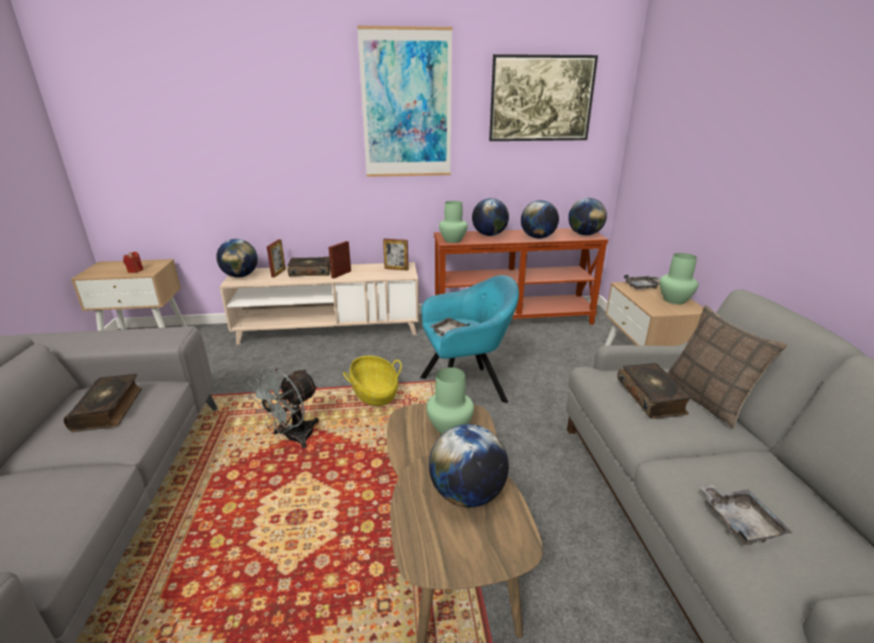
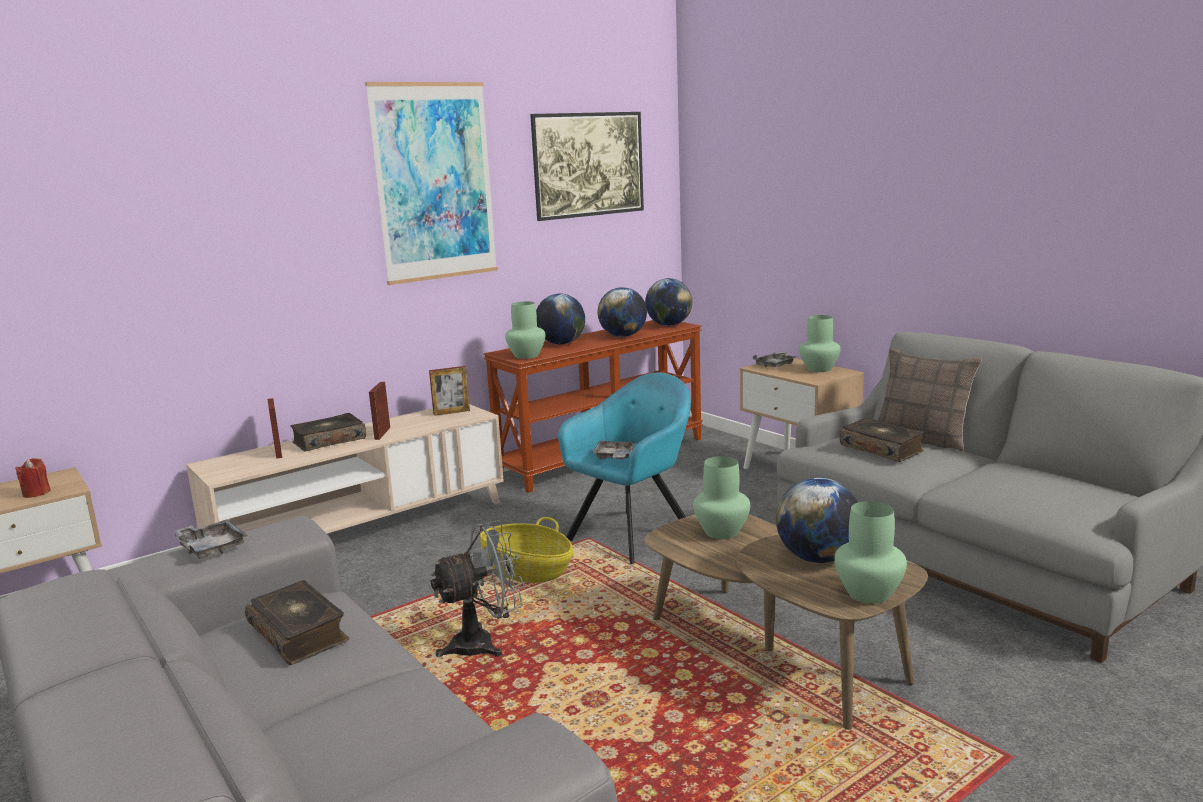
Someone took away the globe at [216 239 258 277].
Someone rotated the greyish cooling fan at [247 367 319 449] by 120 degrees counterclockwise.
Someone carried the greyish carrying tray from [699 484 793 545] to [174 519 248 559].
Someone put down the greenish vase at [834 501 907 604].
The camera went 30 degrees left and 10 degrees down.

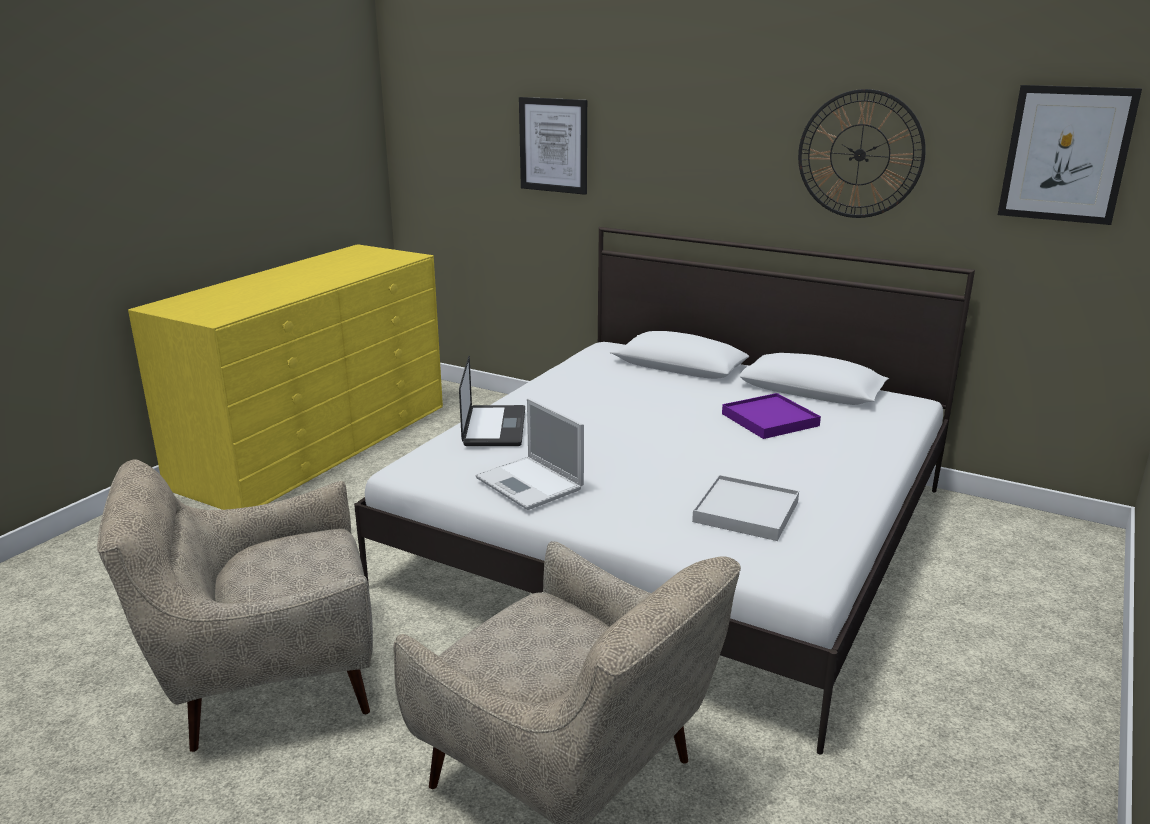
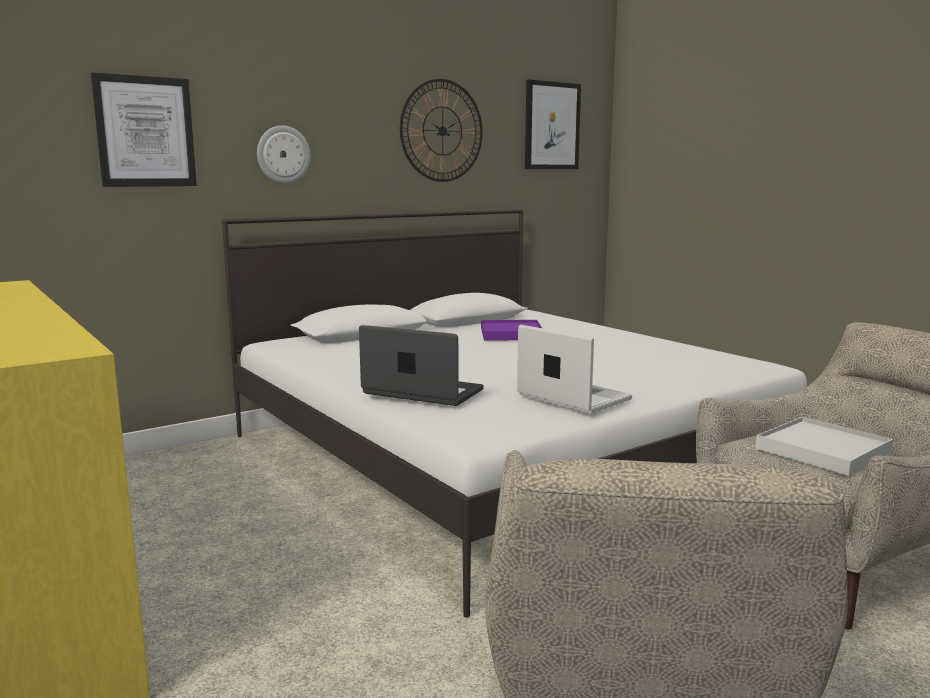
Someone rotated the laptop at [476 398 584 510] by 120 degrees counterclockwise.
Someone carried the white-coloured carrying tray from [692 475 799 541] to [755 417 893 476].
Someone put up the clock on the wall at [257 125 310 184].
The camera went 65 degrees left and 10 degrees down.

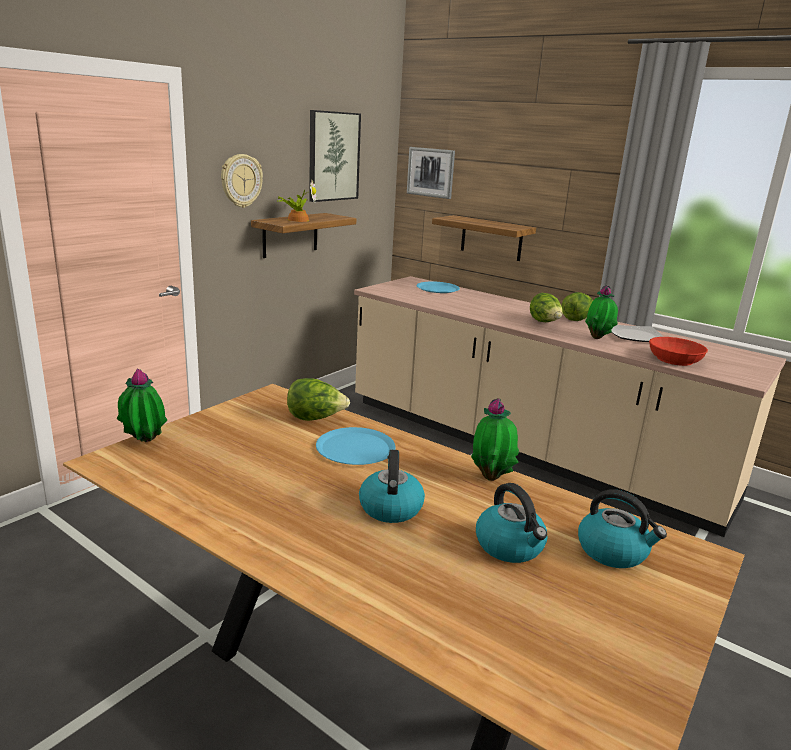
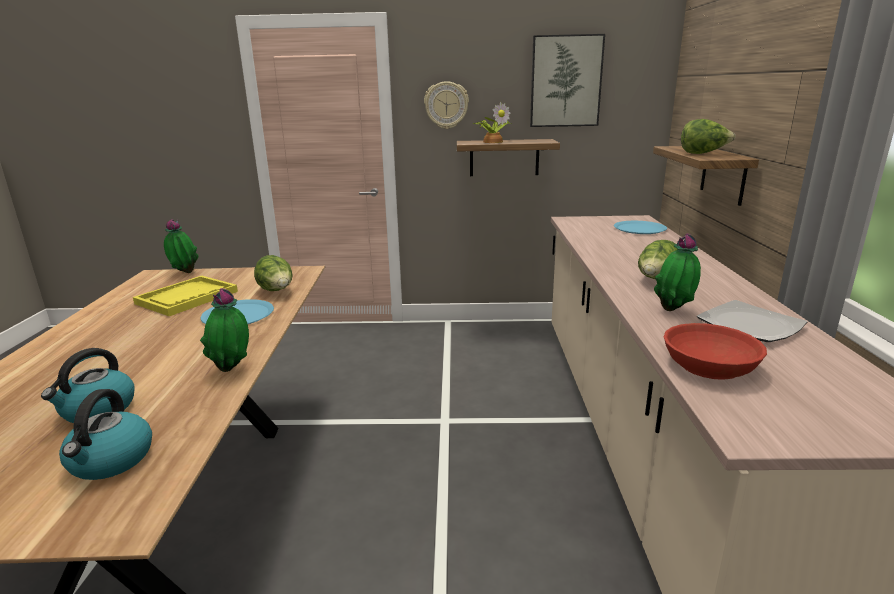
Someone took away the wall picture at [407 147 455 199].
Someone carried the lettuce head from [562 292 593 321] to [681 119 735 154].
Someone took away the tea kettle at [359 450 425 523].
Someone put down the yellowish carrying tray at [133 276 238 316].
The camera went 55 degrees right and 0 degrees up.

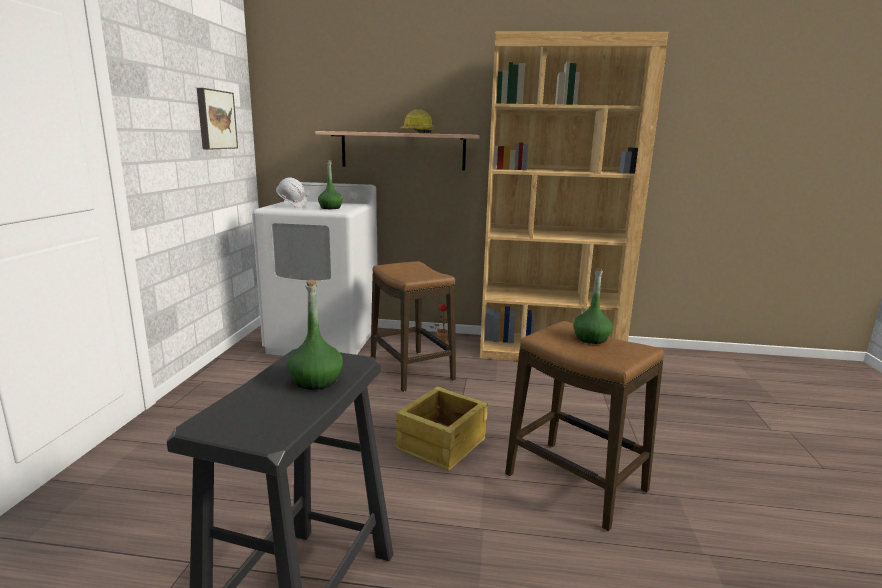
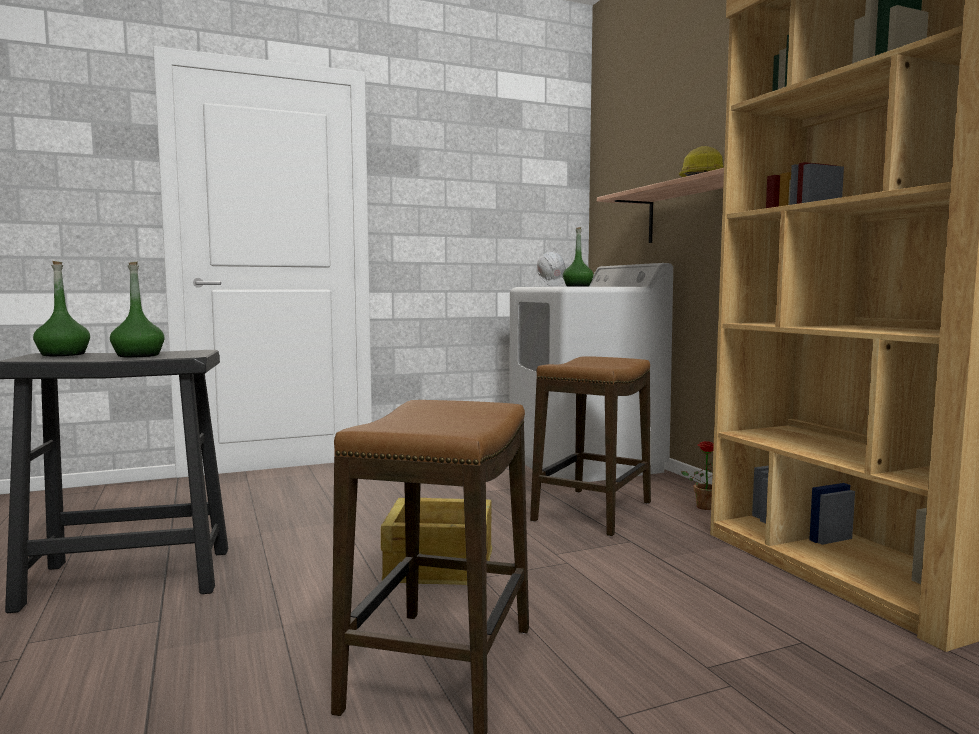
Someone took away the wall picture at [197 88 238 150].
Someone carried the greenish drink bottle from [573 268 613 344] to [33 261 90 356].
The camera went 60 degrees right and 10 degrees down.

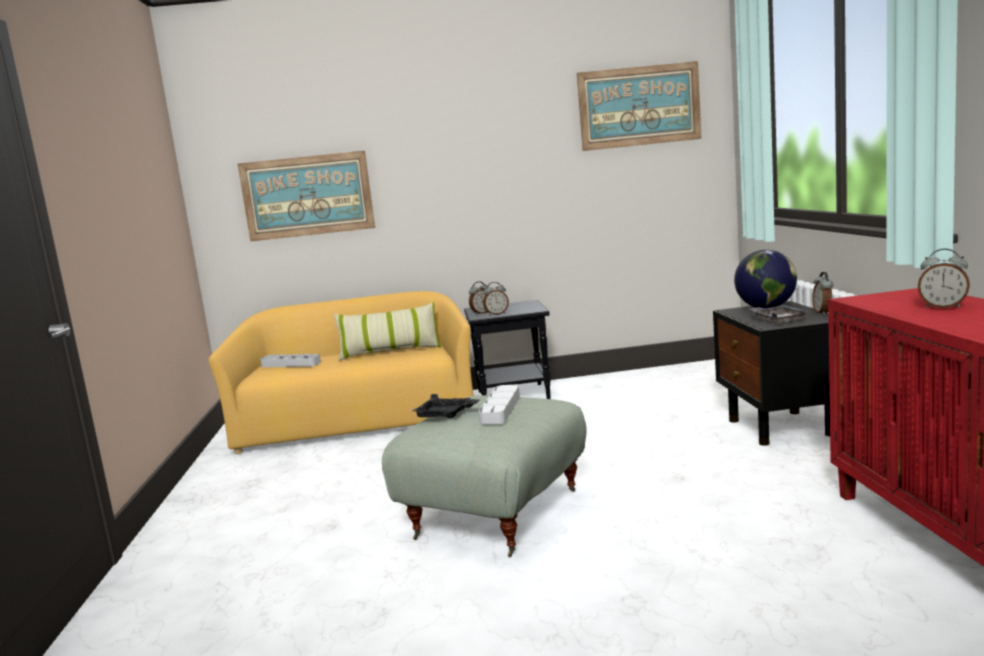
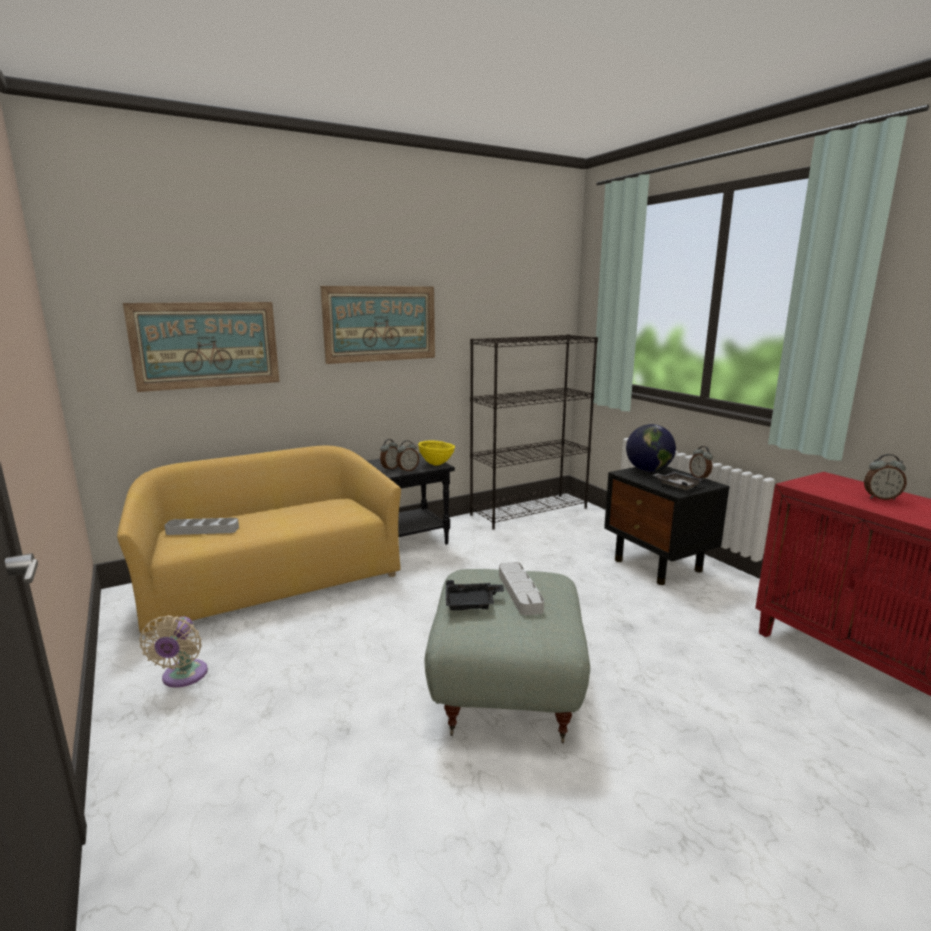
Someone carried the wall picture from [577 61 702 151] to [320 286 435 364].
Someone took away the throw pillow at [334 302 441 361].
Someone put down the blackish shelving unit at [470 334 598 530].
Someone put down the yellowish bowl at [418 440 455 466].
Someone put down the beige-coloured cooling fan at [139 615 208 688].
The camera went 25 degrees left and 5 degrees up.

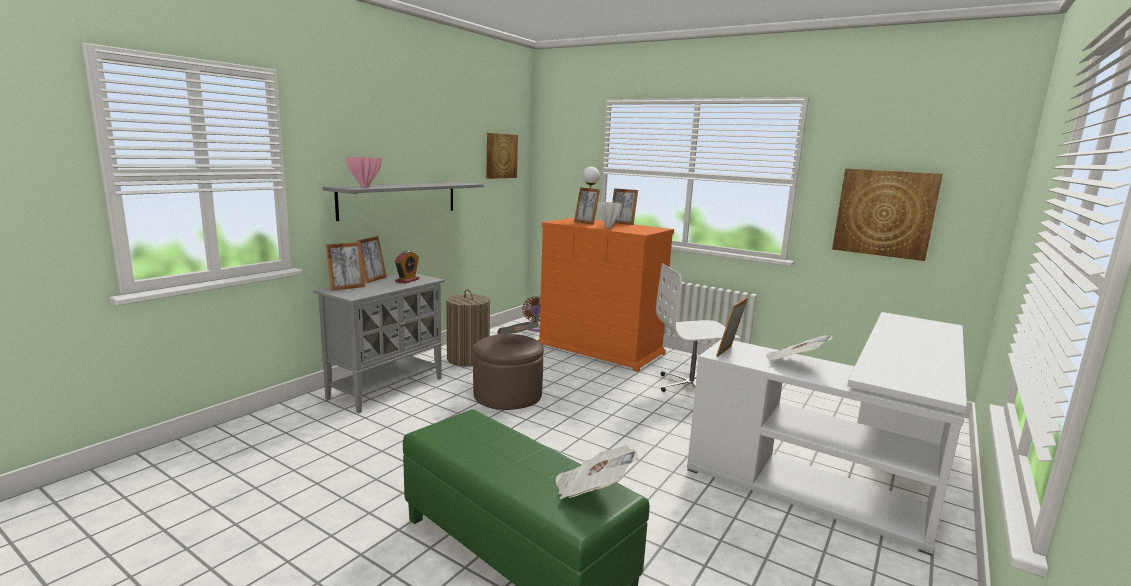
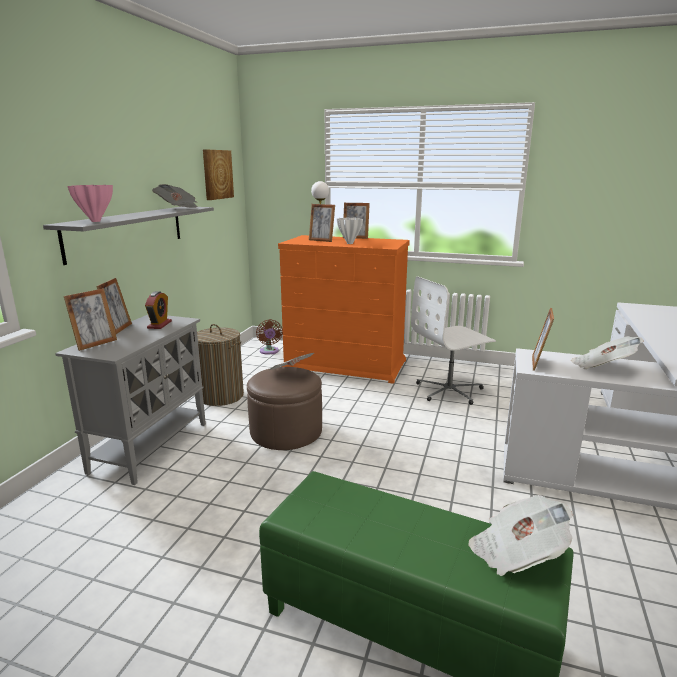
Someone took away the wall picture at [832 168 943 261].
Someone put down the newspaper at [152 184 198 208].
The camera went 15 degrees left and 5 degrees up.

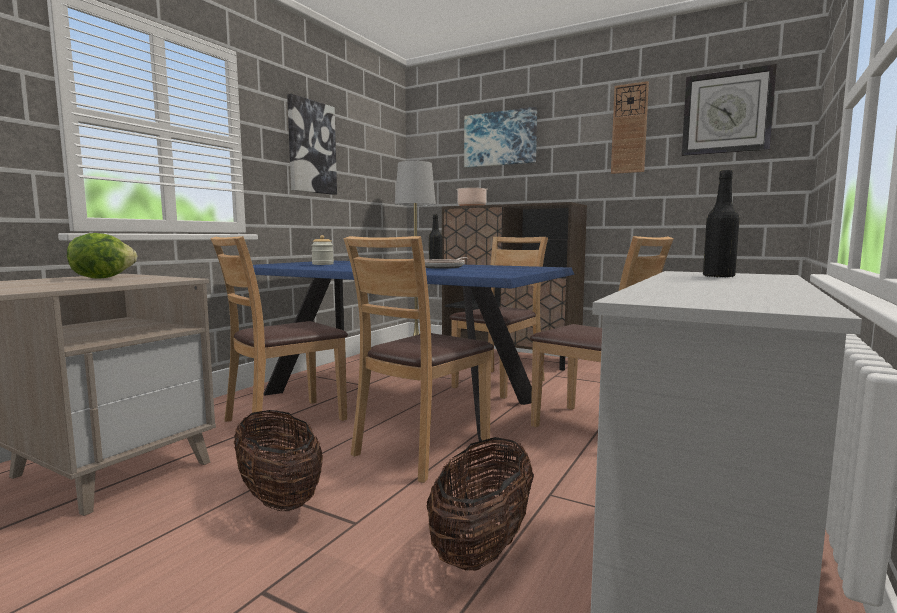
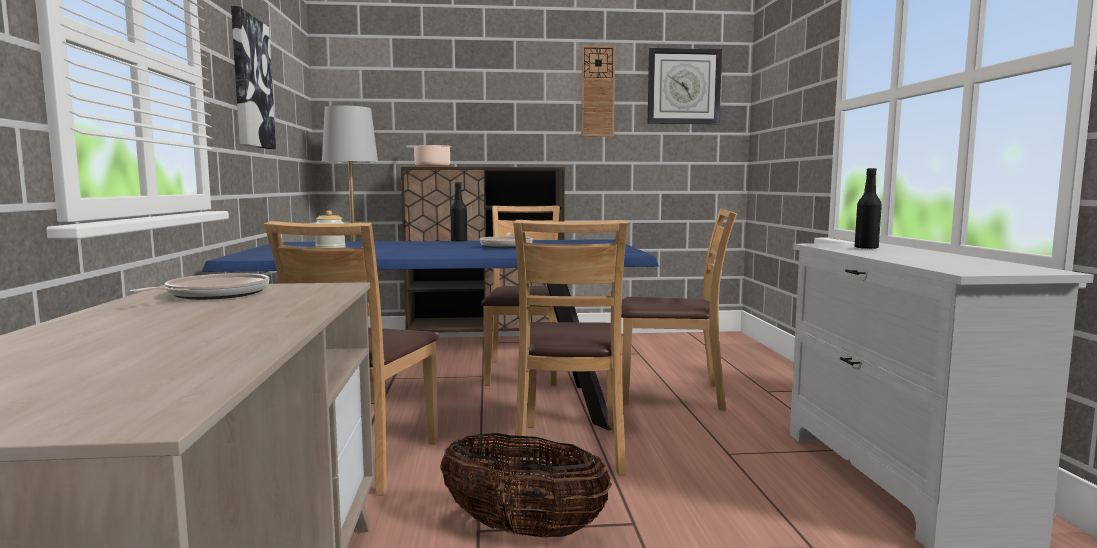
Someone took away the wall picture at [464 107 537 168].
Someone swapped the lettuce head at [67 233 137 279] for the pan at [130 273 269 300].
Someone took away the household basket at [427 437 534 571].
The camera went 35 degrees left and 0 degrees up.

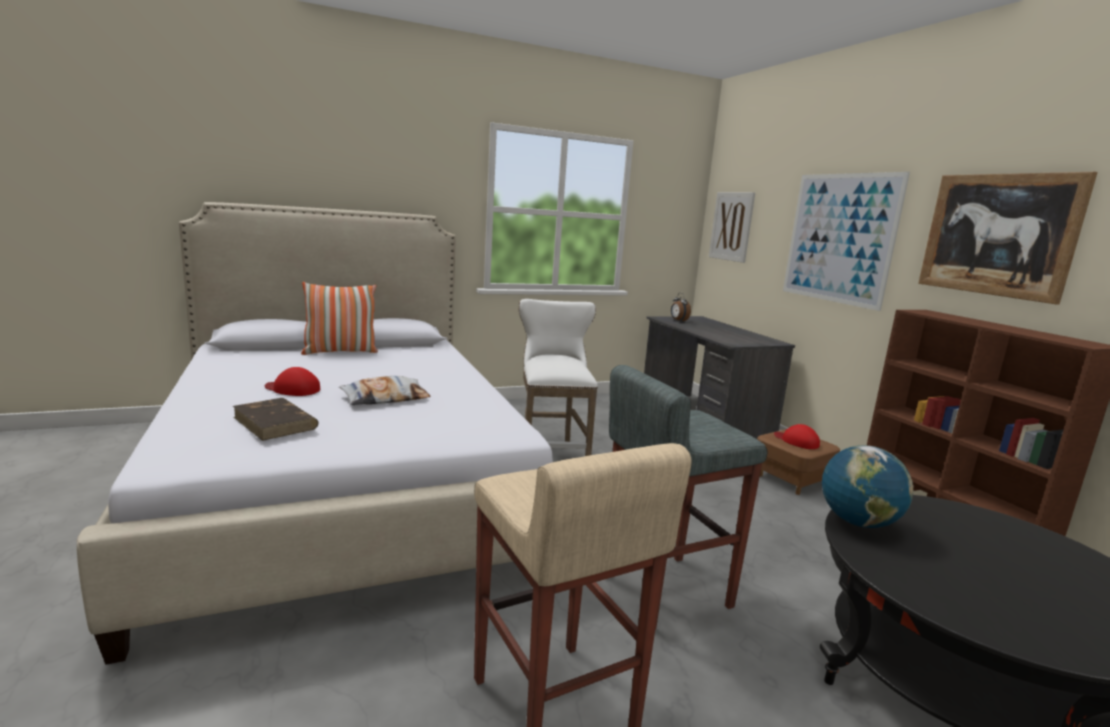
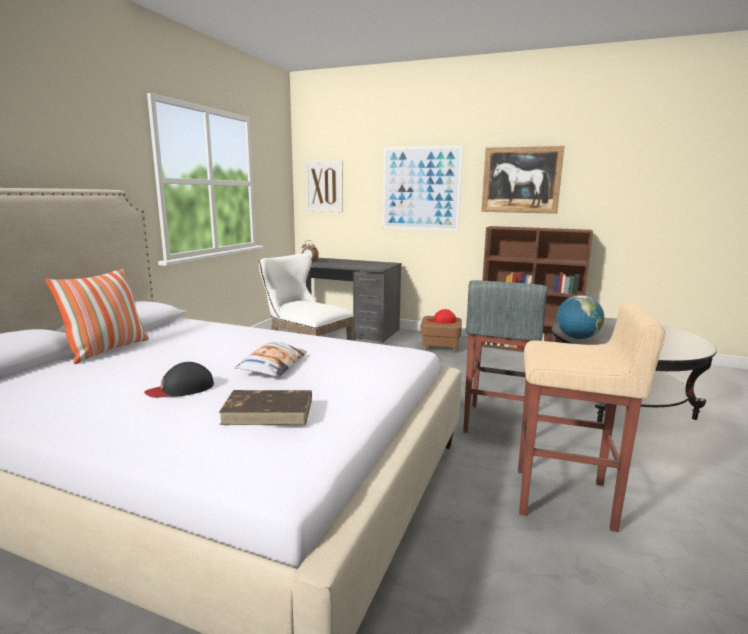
Someone repainted the red-coloured cap at [265 367 320 396], which became the blackish cap at [144 362 214 398].
The camera went 45 degrees left and 0 degrees up.

